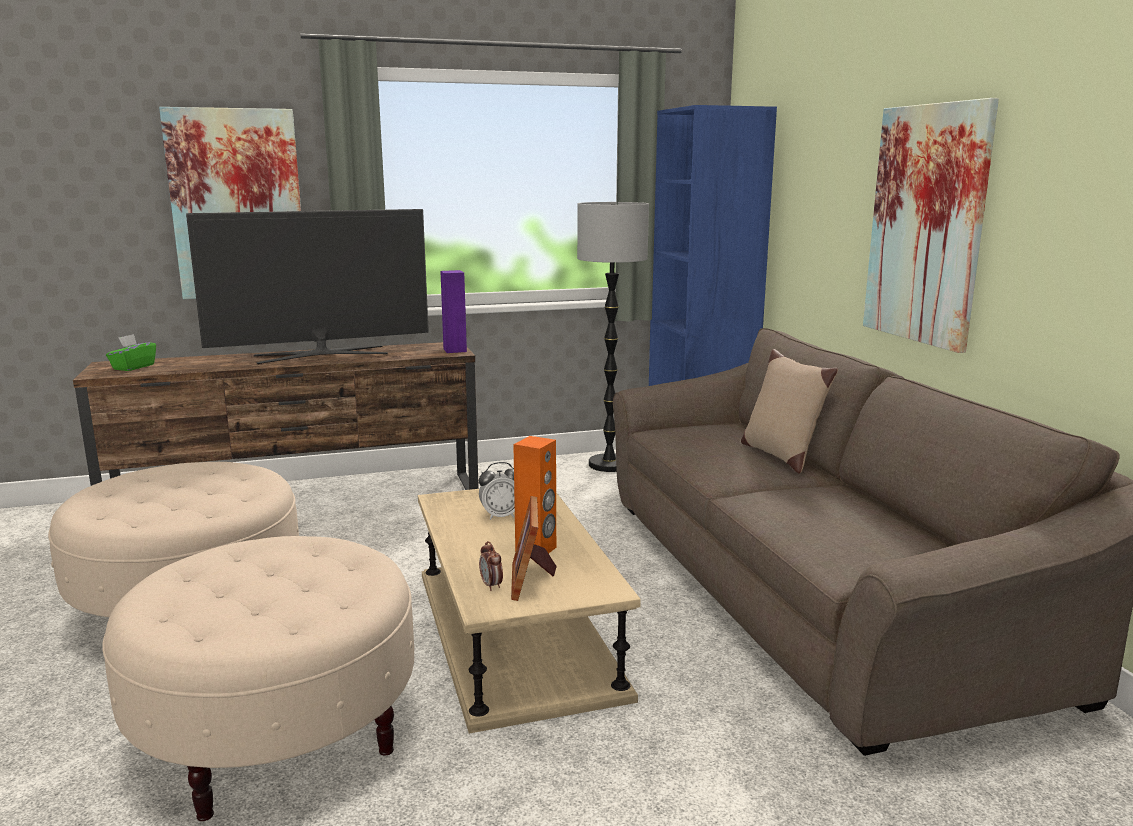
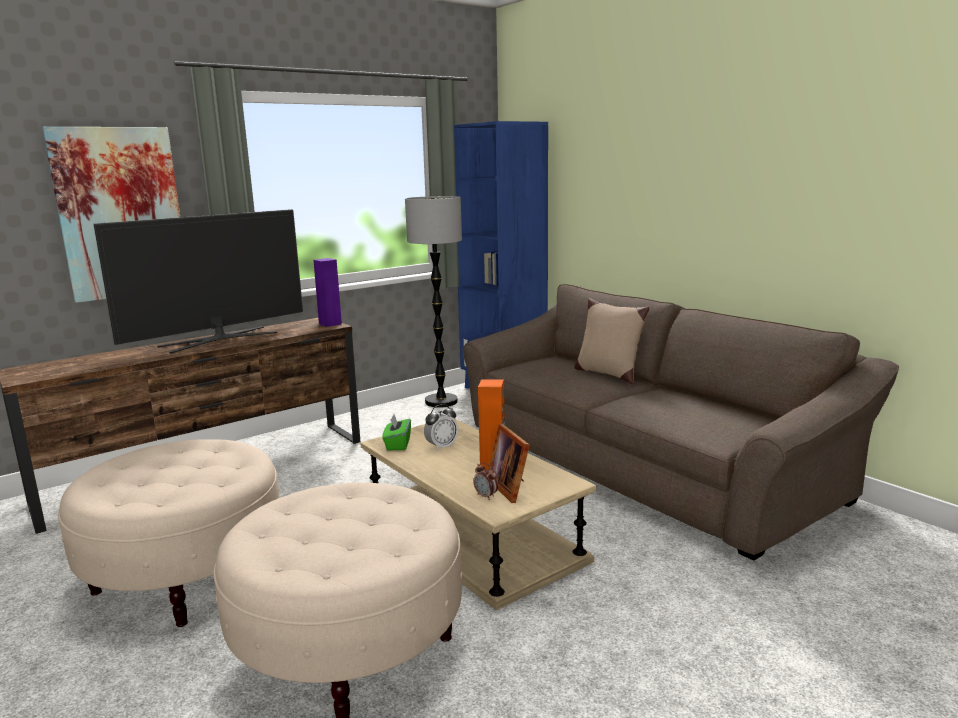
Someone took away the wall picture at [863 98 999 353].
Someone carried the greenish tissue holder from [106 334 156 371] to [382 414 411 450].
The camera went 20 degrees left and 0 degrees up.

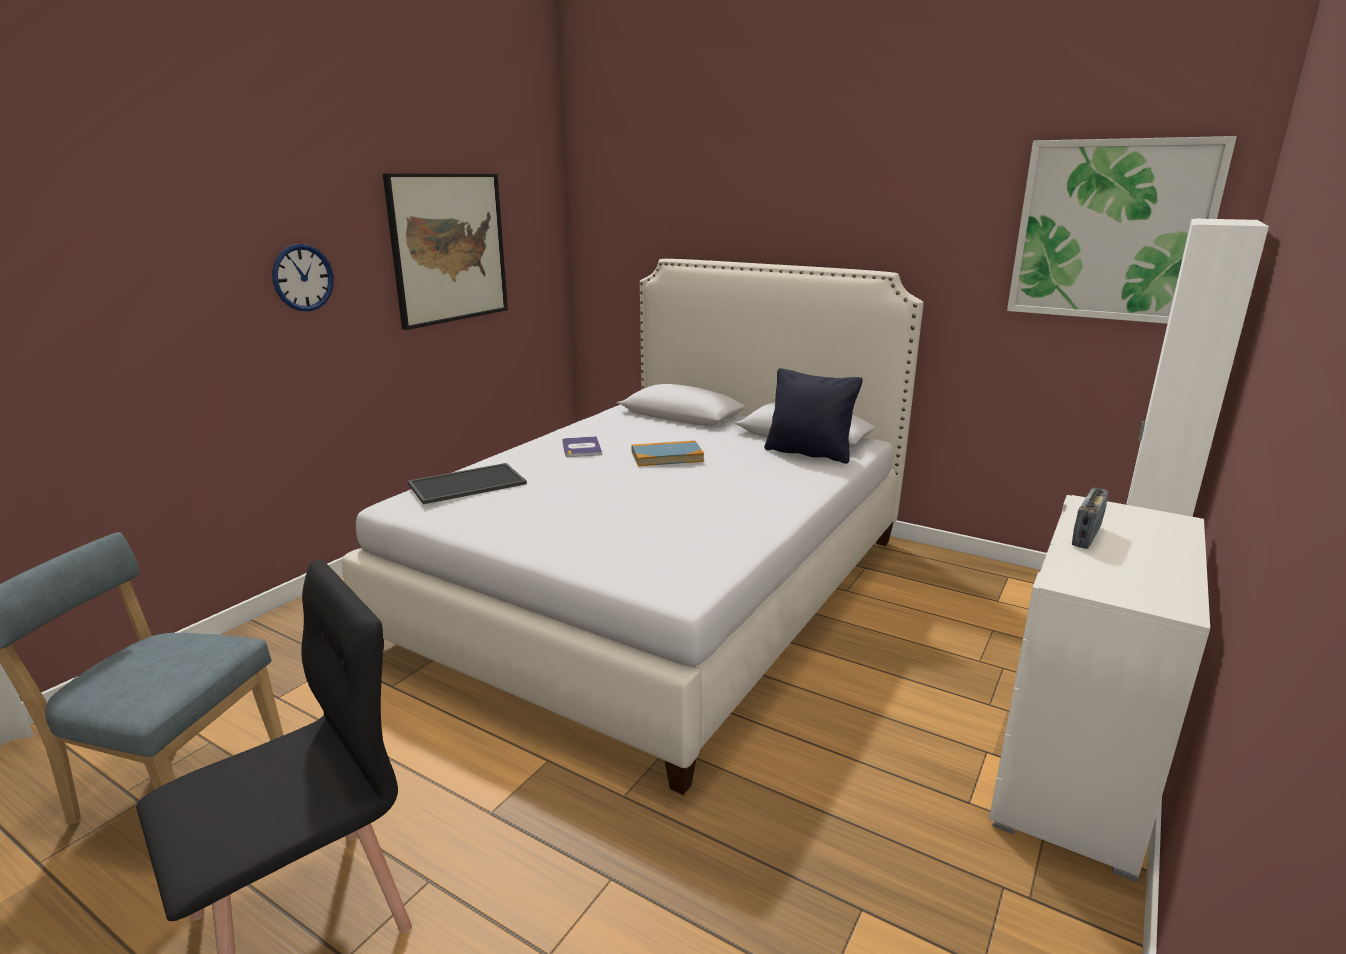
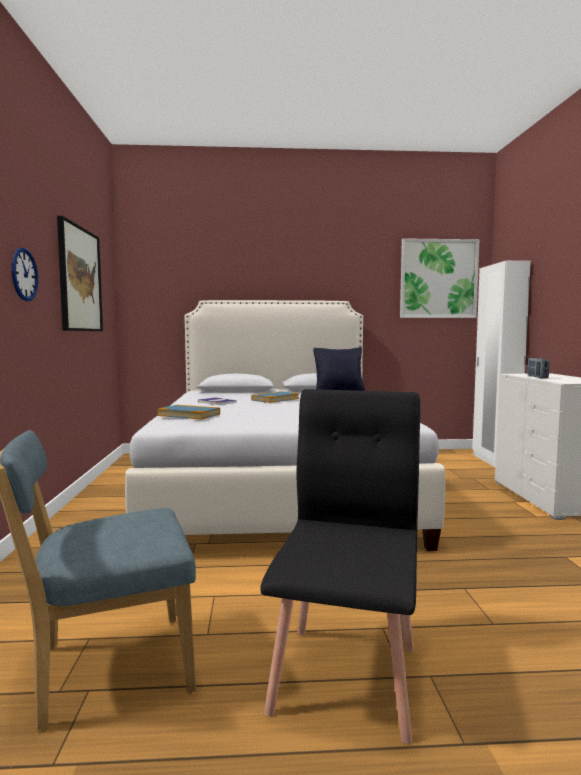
Someone swapped the carrying tray at [408 463 527 504] for the book at [157 405 220 420].
The camera went 35 degrees left and 15 degrees down.

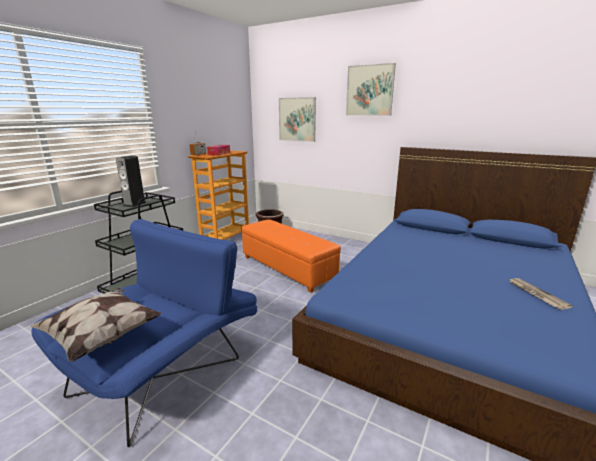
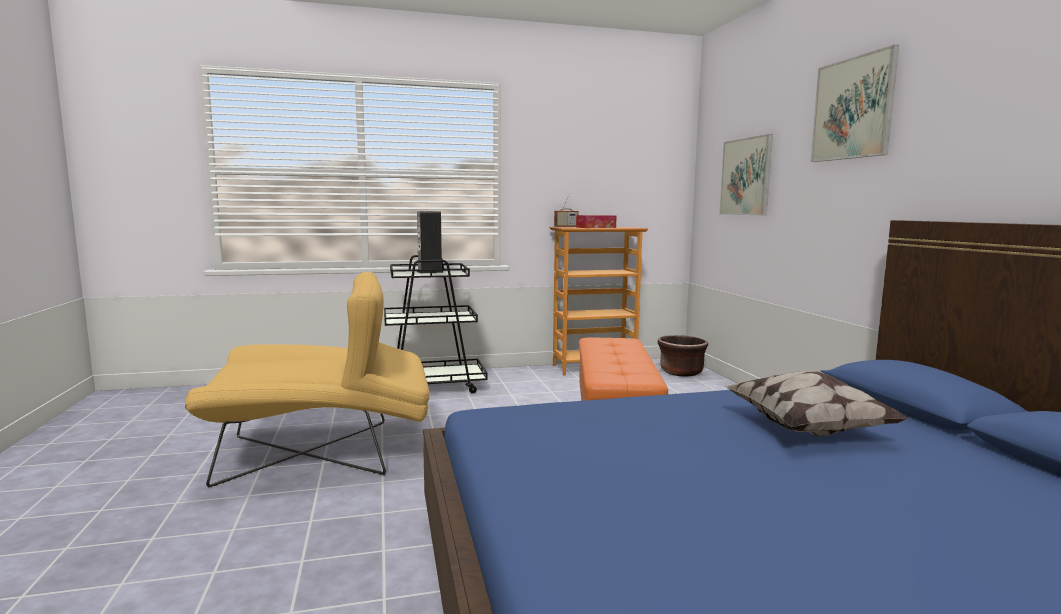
Someone repainted the blue easy chair at [31 219 257 447], which became the yellowish easy chair at [185 272 430 487].
Someone took away the newspaper at [510 278 572 310].
Someone carried the throw pillow from [30 288 161 362] to [724 371 909 436].
The camera went 45 degrees right and 10 degrees down.

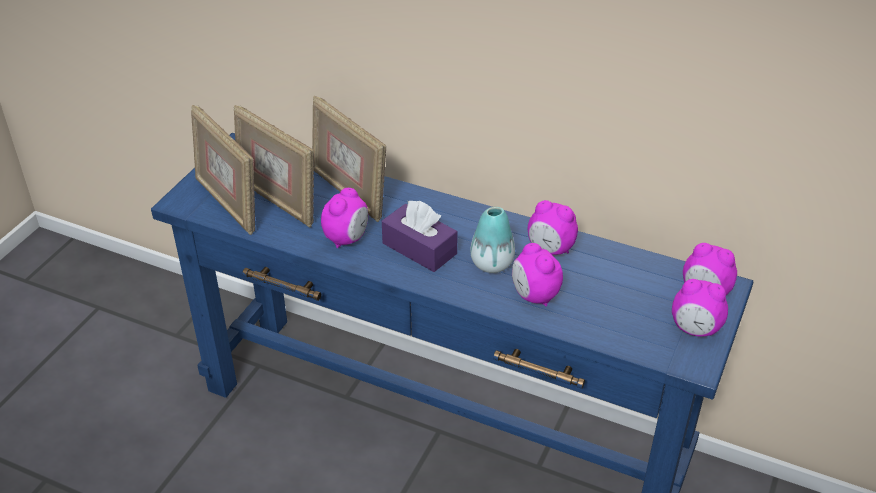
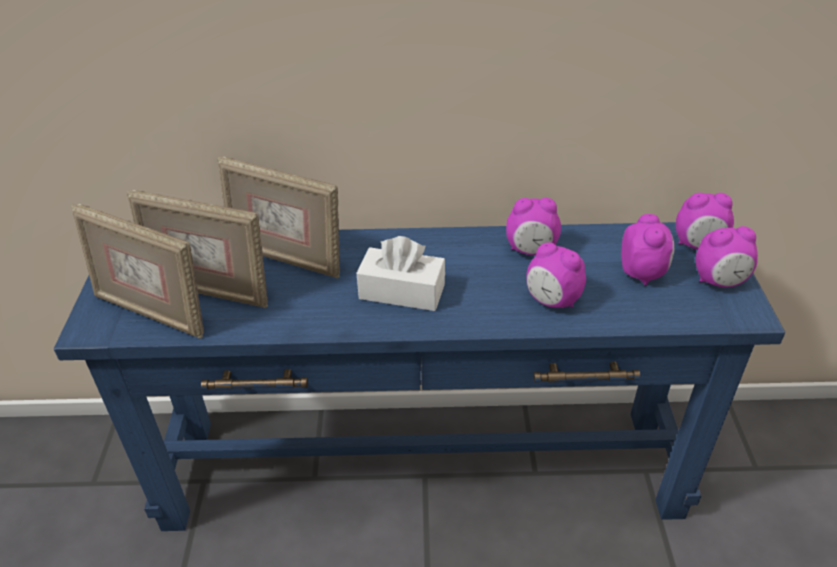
Someone carried the alarm clock from [321 188 368 248] to [621 214 675 286].
Someone repainted the purplish tissue holder at [382 201 458 272], which became the white-coloured tissue holder at [357 236 445 311].
Someone took away the vase at [470 207 515 273].
The camera went 25 degrees left and 0 degrees up.

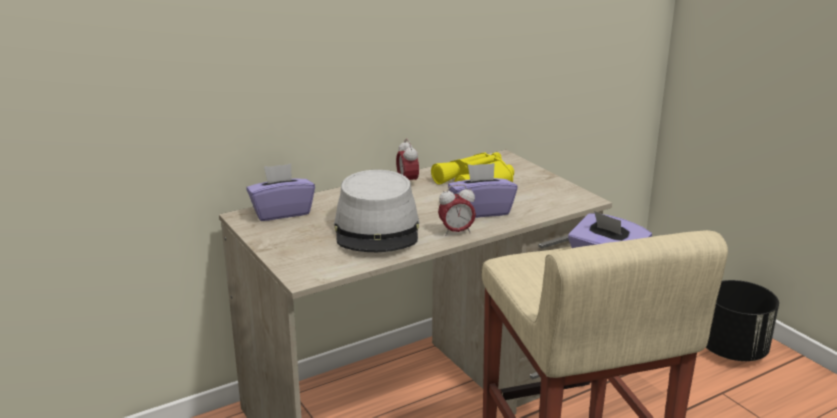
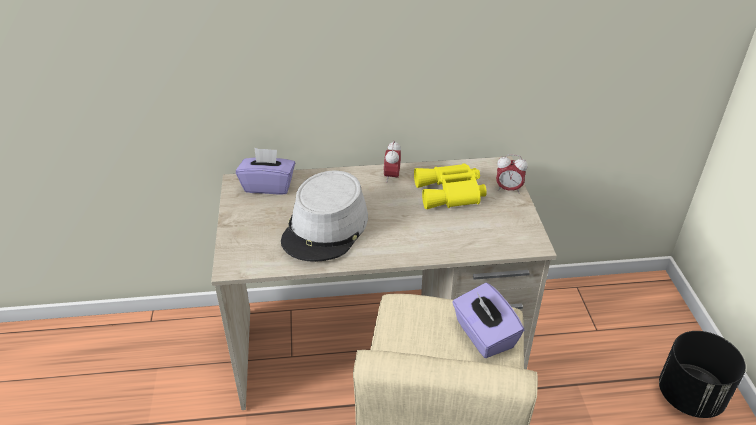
Someone took away the purplish tissue holder at [448 163 518 218].
Someone carried the alarm clock from [438 184 476 236] to [496 154 528 193].
The camera went 25 degrees right and 15 degrees up.

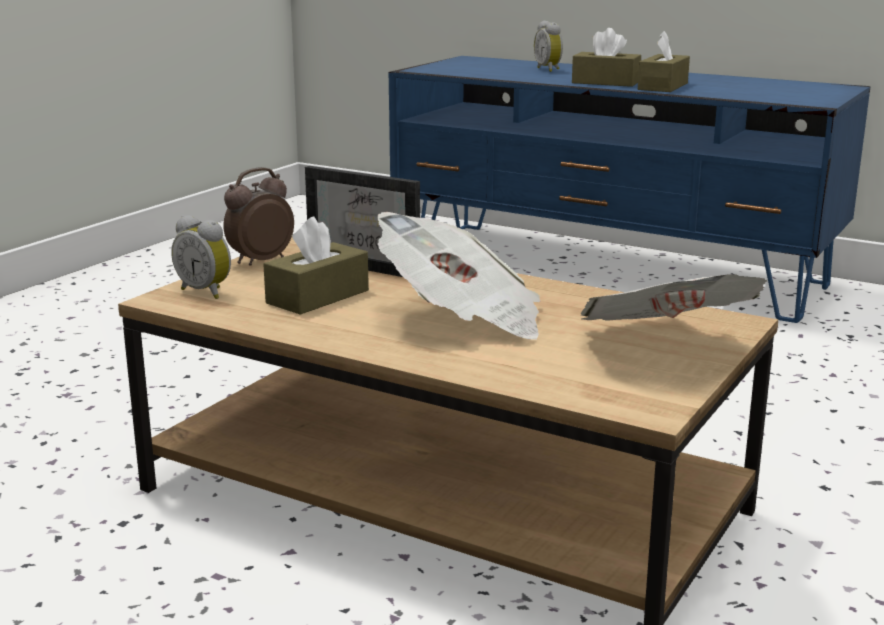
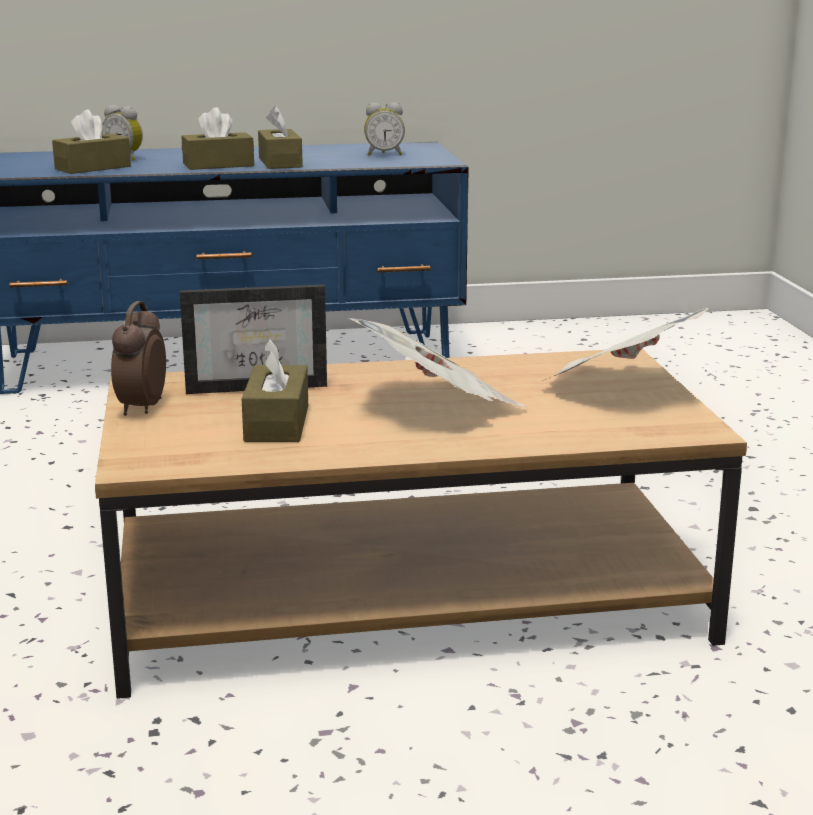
Someone carried the alarm clock from [171 215 231 299] to [364 102 405 155].
Someone put down the brown tissue holder at [52 110 131 174].
The camera went 40 degrees left and 0 degrees up.

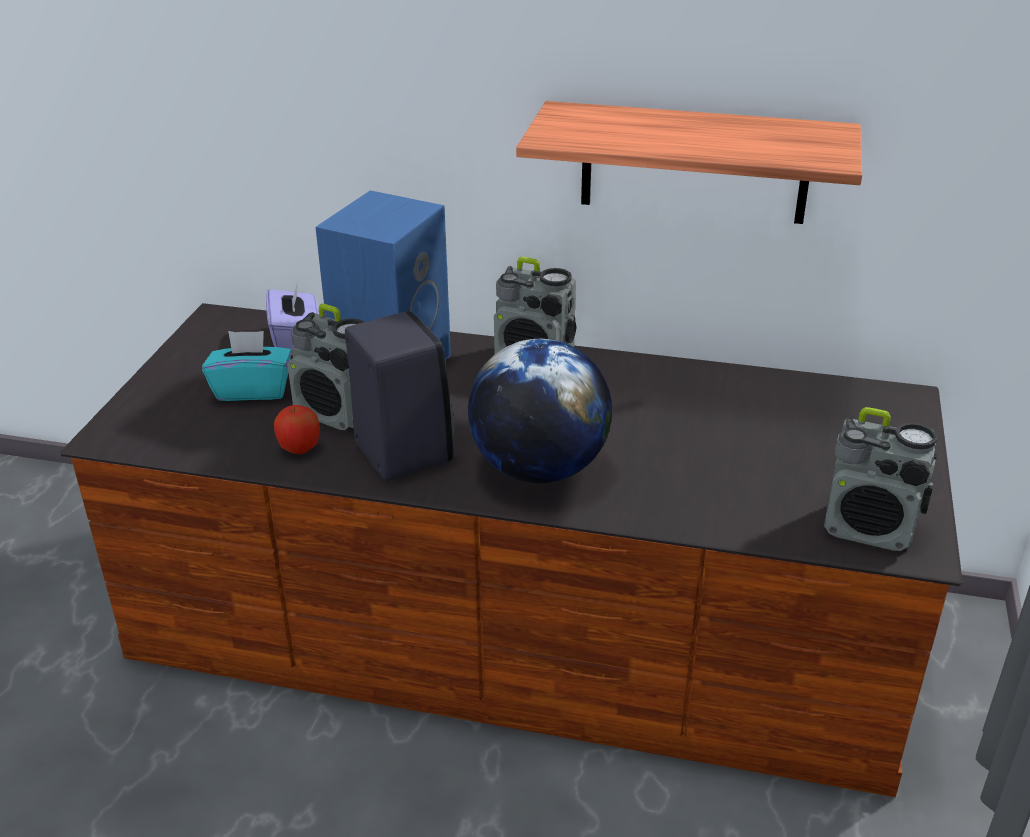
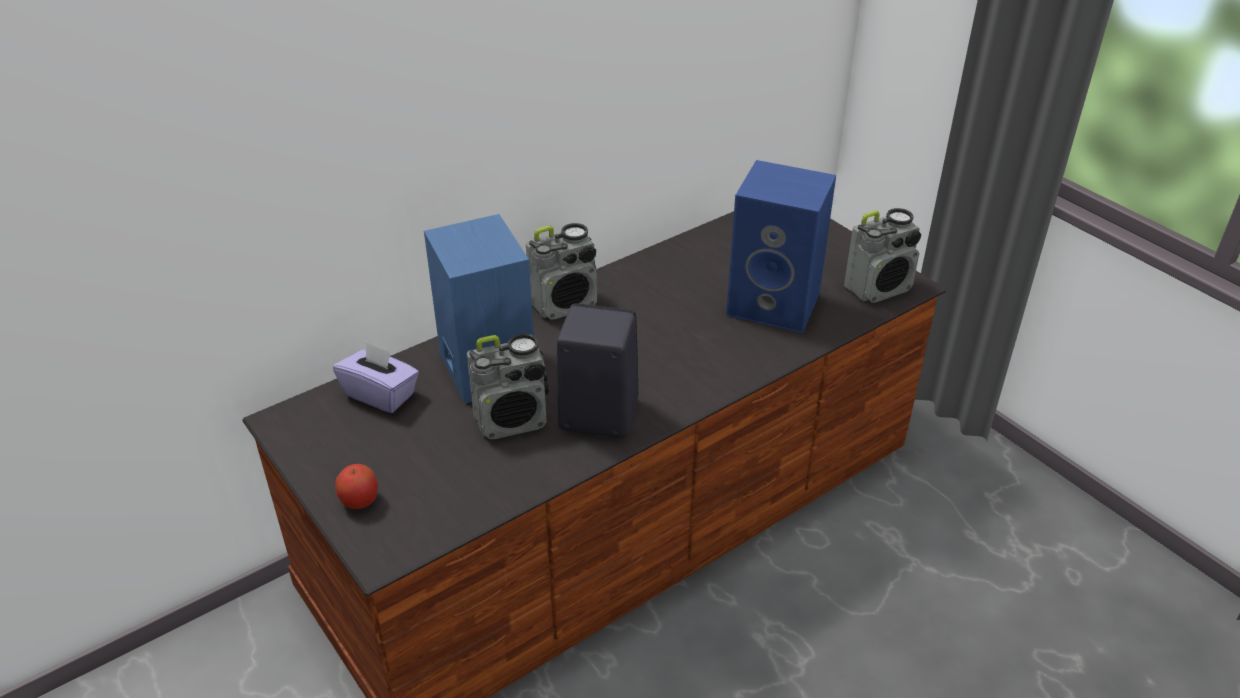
Someone took away the wall shelf at [516 101 862 224].
Someone took away the turquoise tissue holder at [202 331 292 401].
Someone took away the globe at [468 339 612 483].
Someone carried the apple from [274 405 320 454] to [335 464 378 509].
Someone put down the blue speaker at [726 160 836 333].
The camera went 50 degrees left and 5 degrees up.

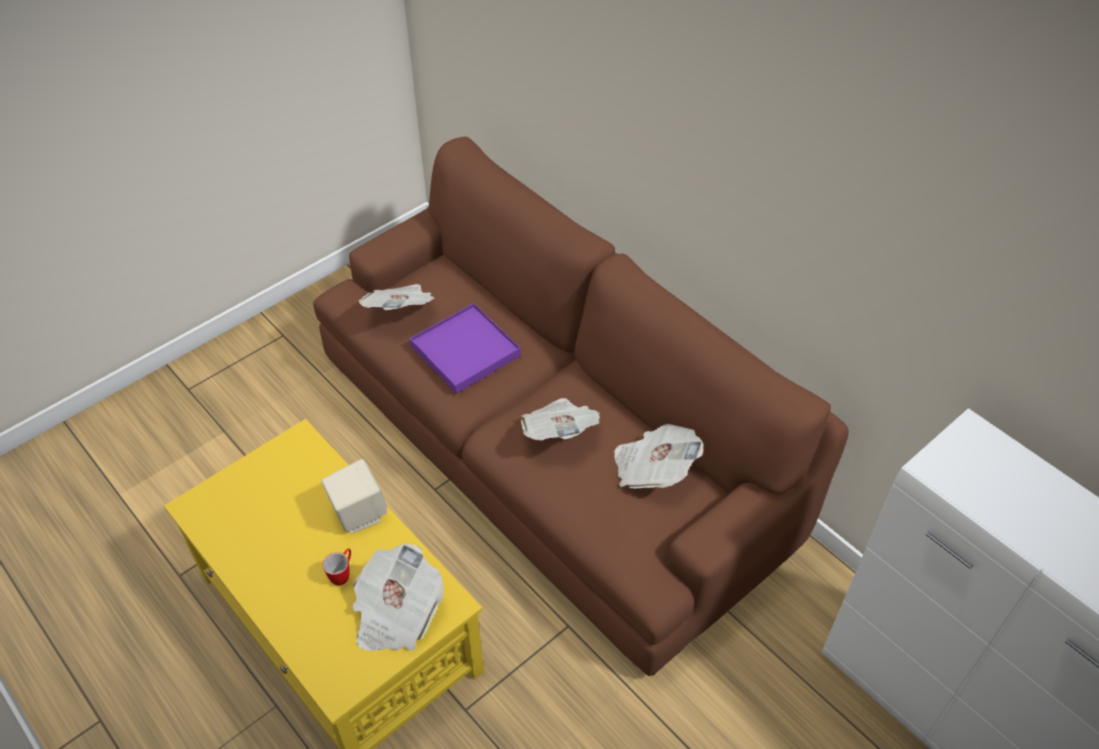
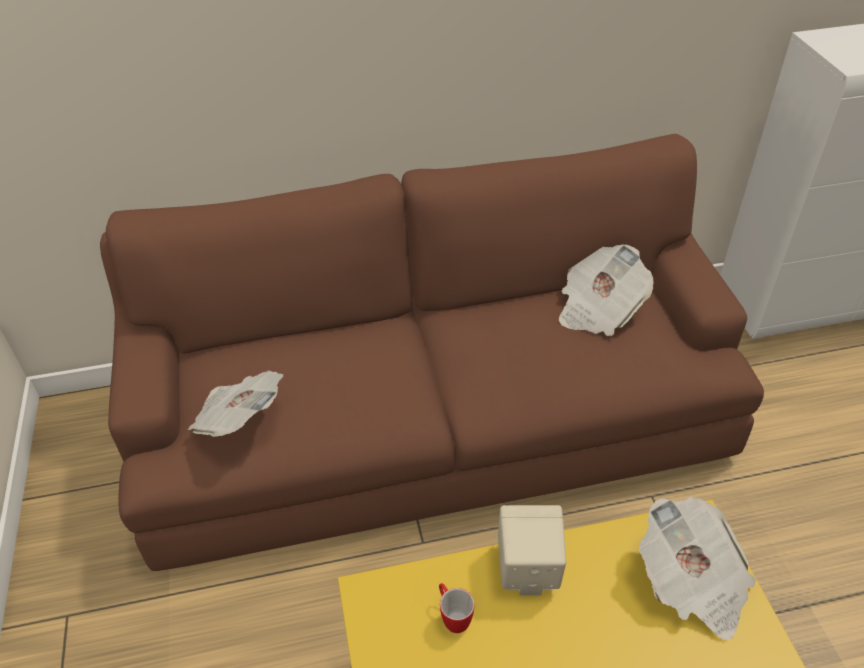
Someone took away the purplish carrying tray at [410 303 521 394].
Someone took away the newspaper at [521 398 600 441].
Someone carried the coffee mug from [323 549 351 585] to [439 583 475 633].
The camera went 60 degrees left and 5 degrees down.

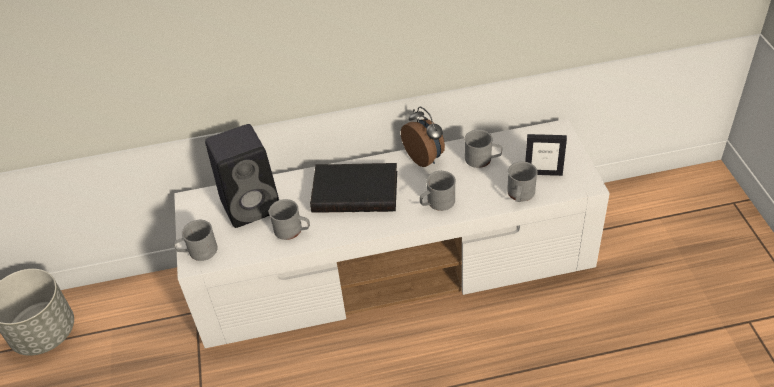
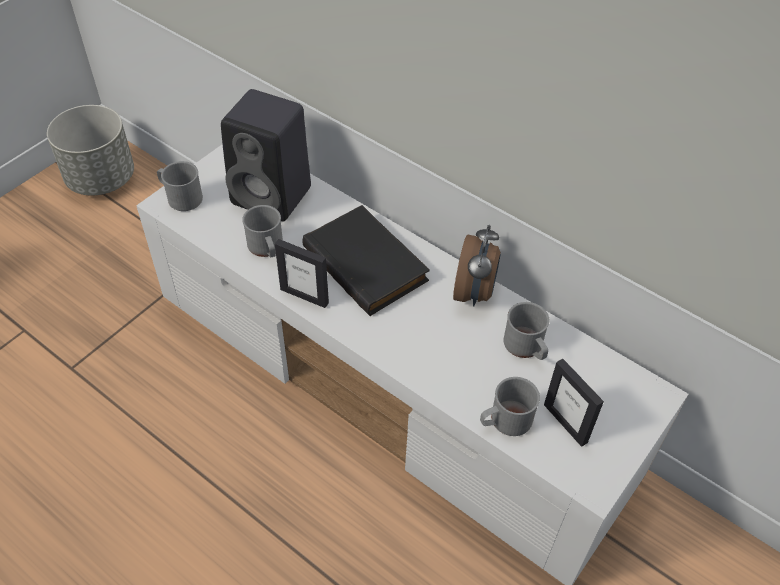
Someone took away the greyish coffee mug at [420 171 456 211].
Someone put down the picture frame at [275 239 329 308].
The camera went 45 degrees right and 5 degrees up.

